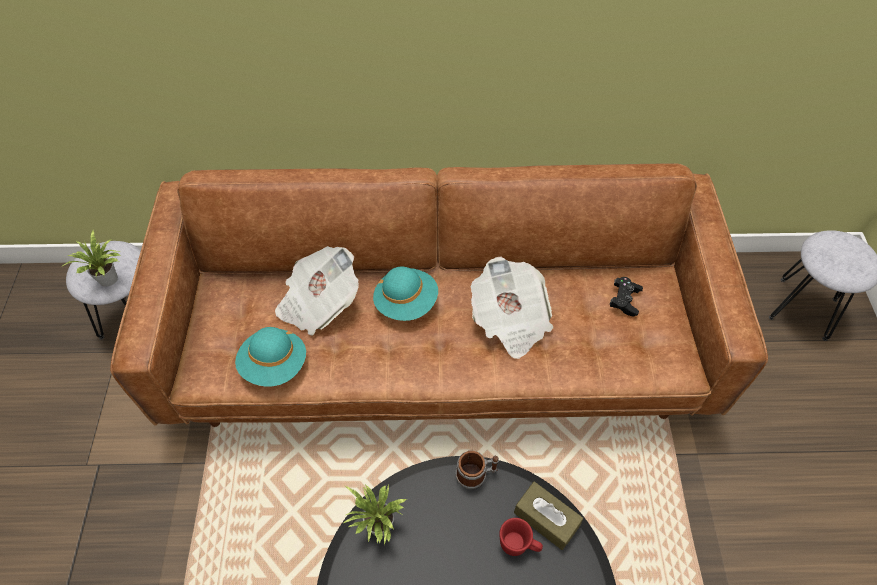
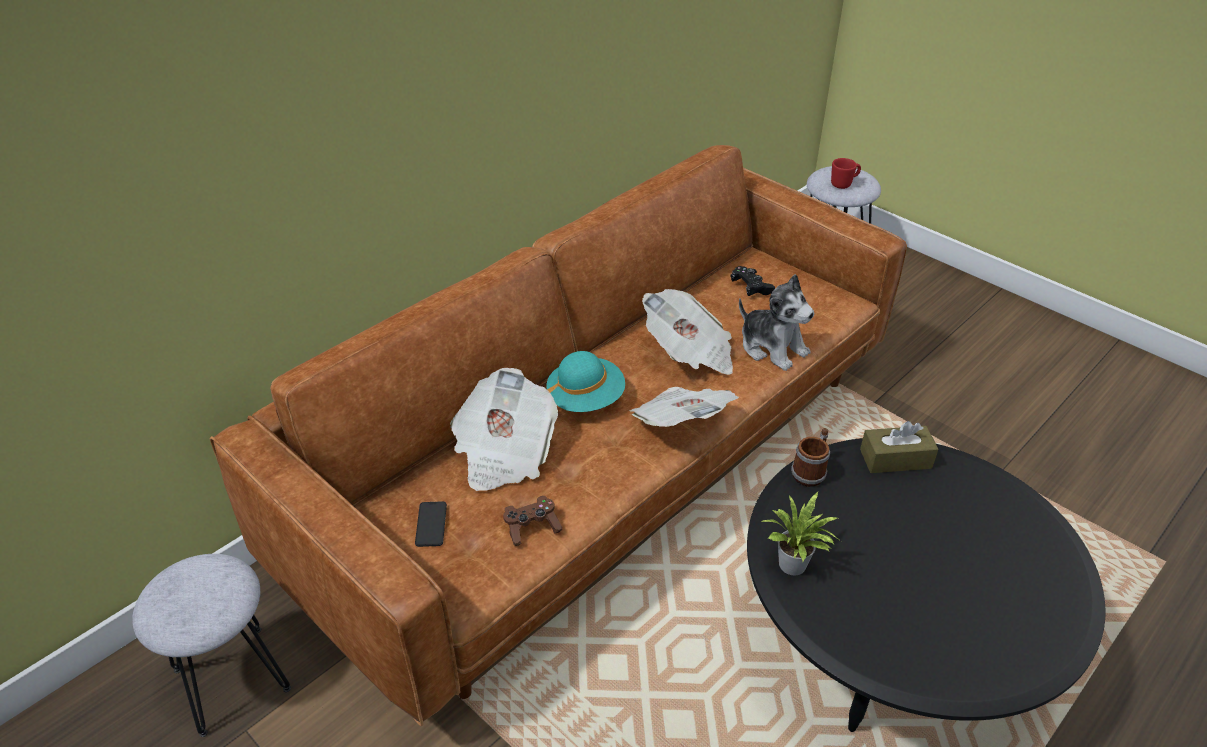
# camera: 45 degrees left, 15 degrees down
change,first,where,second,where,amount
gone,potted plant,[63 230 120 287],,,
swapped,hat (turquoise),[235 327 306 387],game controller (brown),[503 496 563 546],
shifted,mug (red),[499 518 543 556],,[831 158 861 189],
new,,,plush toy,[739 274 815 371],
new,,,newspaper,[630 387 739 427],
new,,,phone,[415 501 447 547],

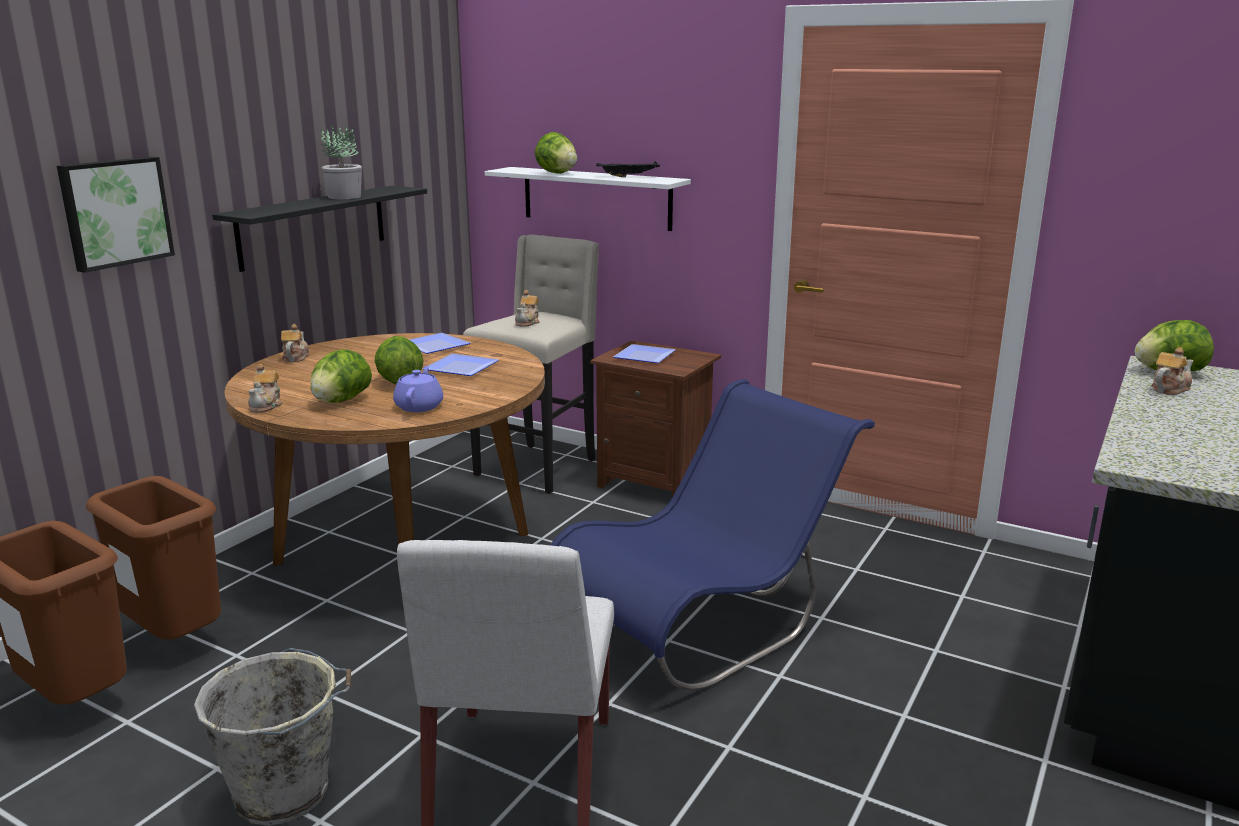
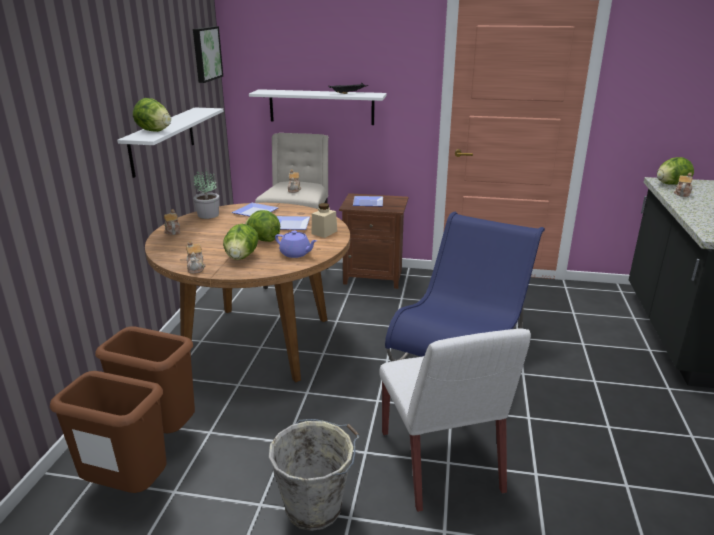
# camera: 20 degrees left, 5 degrees up
change,first,where,second,where,amount
shifted,potted plant,[321 123 362 199],,[193 168 219 219],
shifted,lettuce,[535 132 577 174],,[133 98 171 132],
shifted,picture,[57 157 175 273],,[193 26 223 83],
repainted,shelf (black),[212 186 427 272],shelf (white),[117 108 224 178],
rotated,teapot (purple),[393 366 443 412],,[275 230 317 258],135 degrees clockwise
new,,,jar (beige),[312 203 337 238],

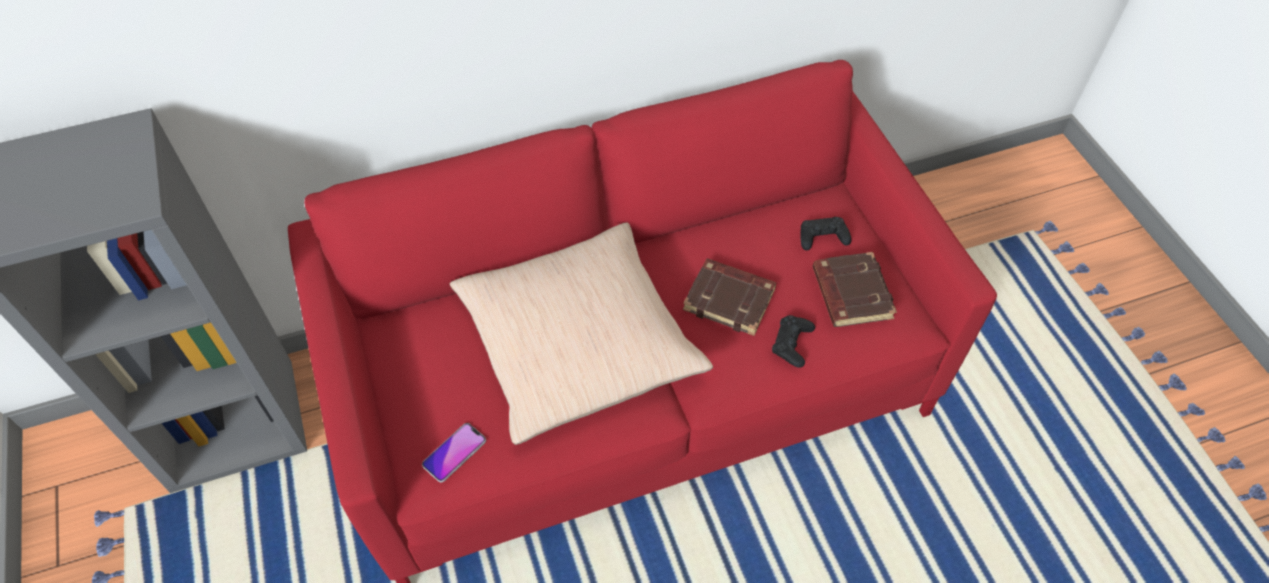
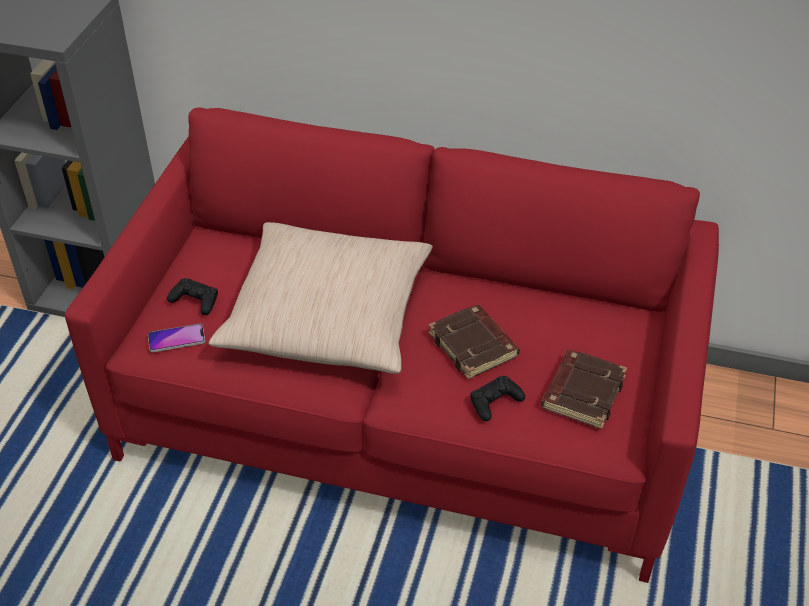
# camera: 35 degrees right, 10 degrees down
change,first,where,second,where,amount
shifted,game controller (black),[800 217 851 250],,[167 278 218 315],

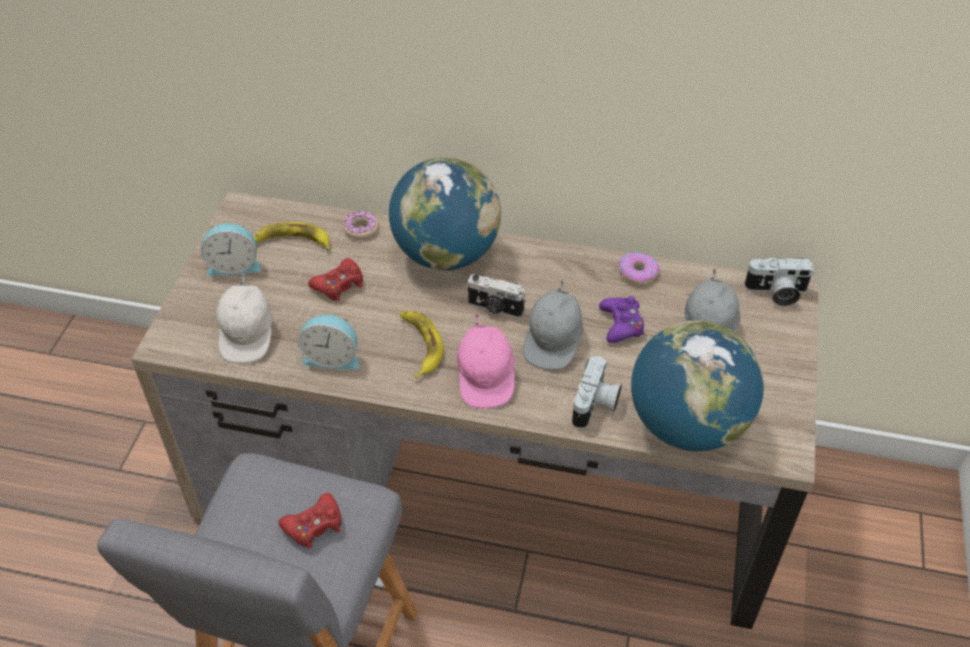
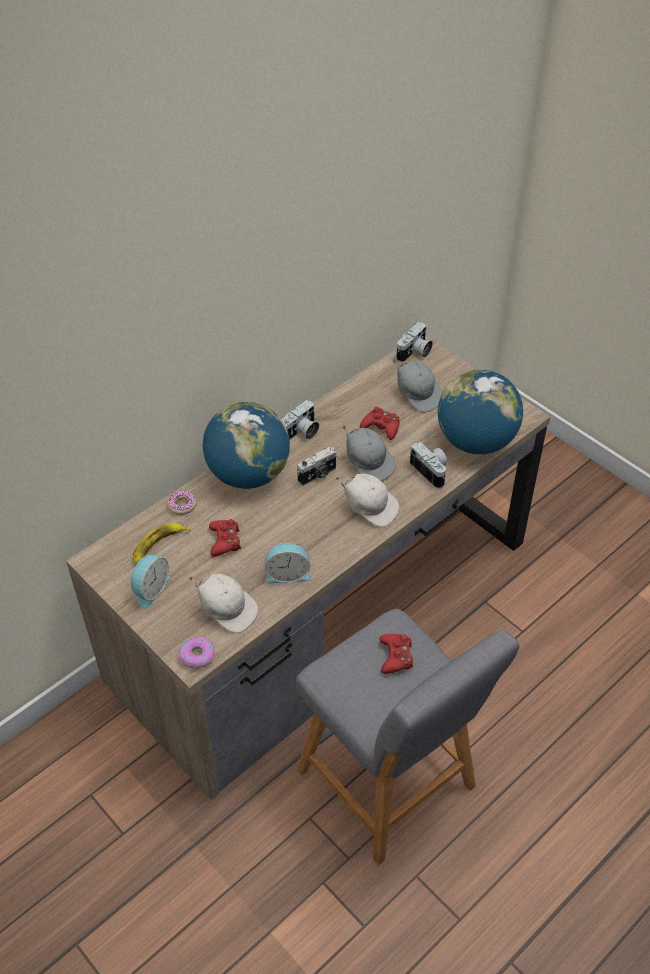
# camera: 55 degrees left, 0 degrees up
change,first,where,second,where,amount
shifted,donut,[618 252 660 285],,[178 637 215 669],
repainted,game controller (purple),[599 296 644 343],game controller (red),[360 407 400 440],
gone,banana,[400 311 444 378],,,
repainted,cap (pink),[457 313 515 409],cap (white),[335 474 400 527],
rotated,alarm clock,[298 315 360 370],,[265 542 311 584],45 degrees clockwise
new,,,photo camera,[281 400 319 440],

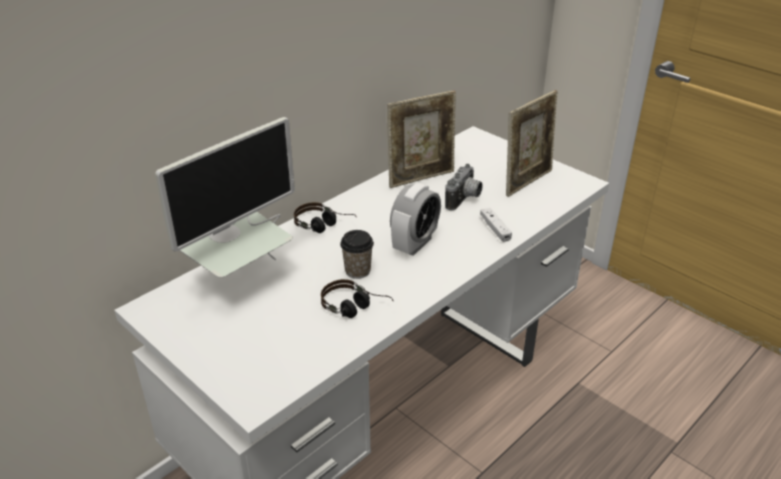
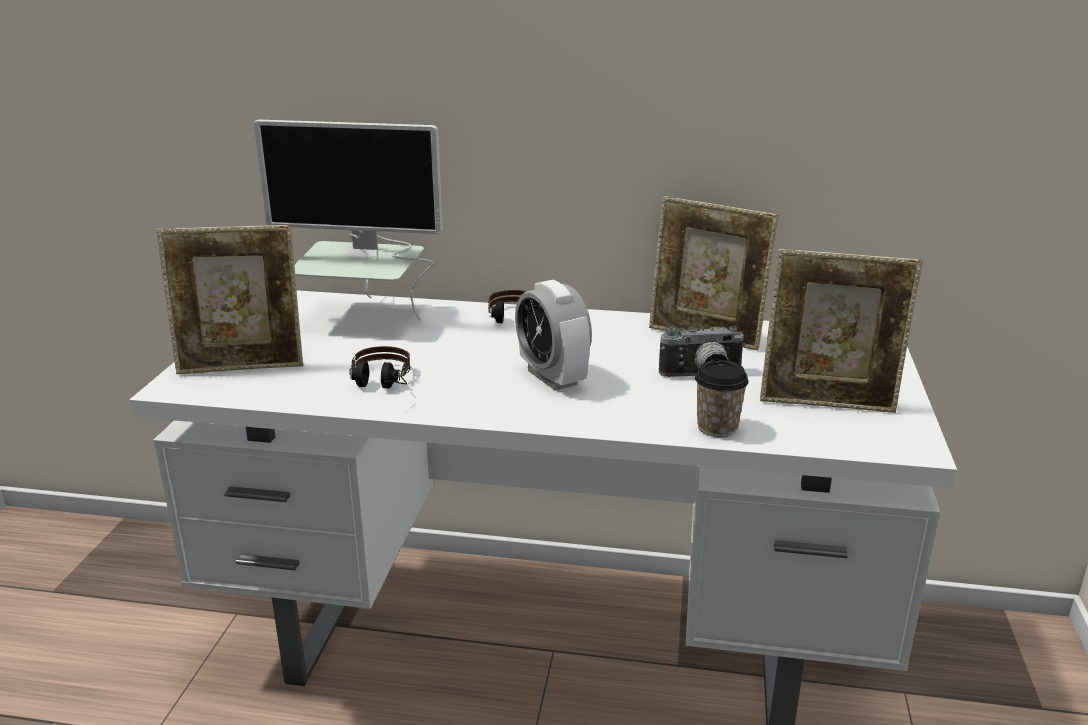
# camera: 55 degrees right, 10 degrees down
change,first,where,second,where,amount
rotated,alarm clock,[390 183 441 256],,[515 280 592 391],60 degrees clockwise
gone,game controller (white),[480 208 512 242],,,
shifted,cup,[340 230 374 279],,[695 360 749 437],
new,,,picture frame,[157 225 303 374],

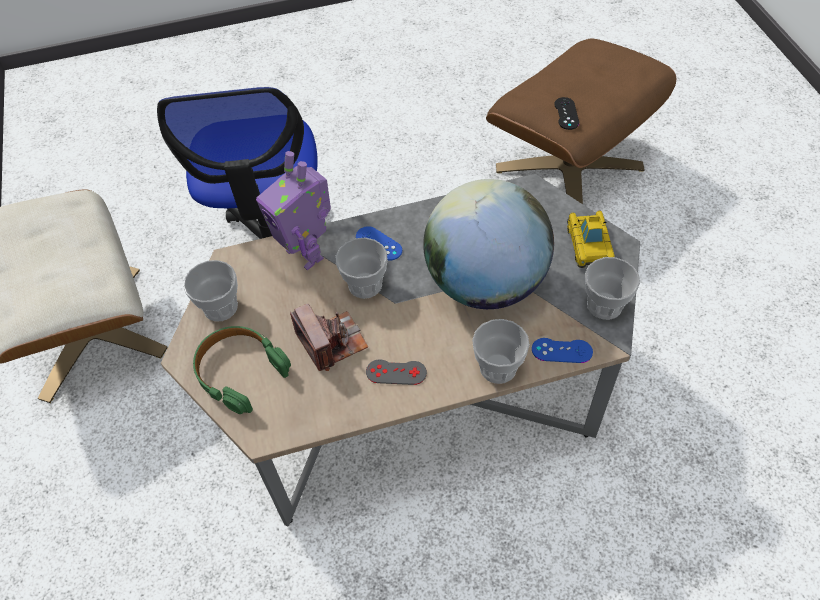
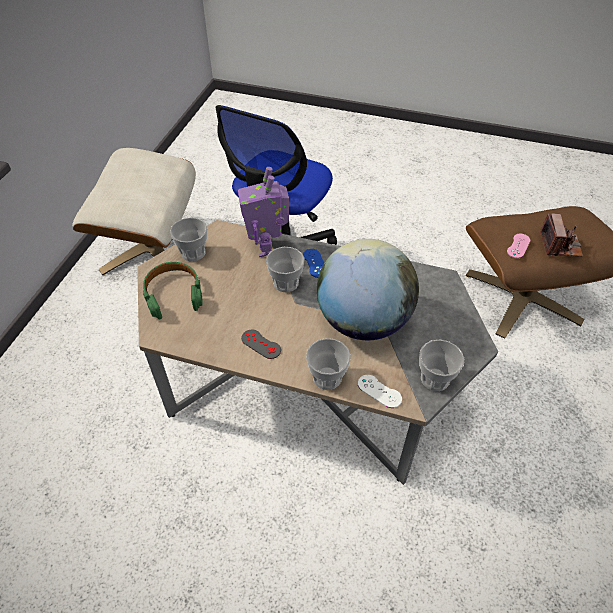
# camera: 30 degrees right, 5 degrees down
change,first,where,second,where,amount
repainted,game controller (black),[554 97 579 130],game controller (pink),[507 234 530 258],
gone,toy car,[567 211 614 268],,,
shifted,photo camera,[290 303 368 371],,[540 213 583 257],
repainted,game controller (blue),[532 338 593 363],game controller (white),[358 375 402 408],

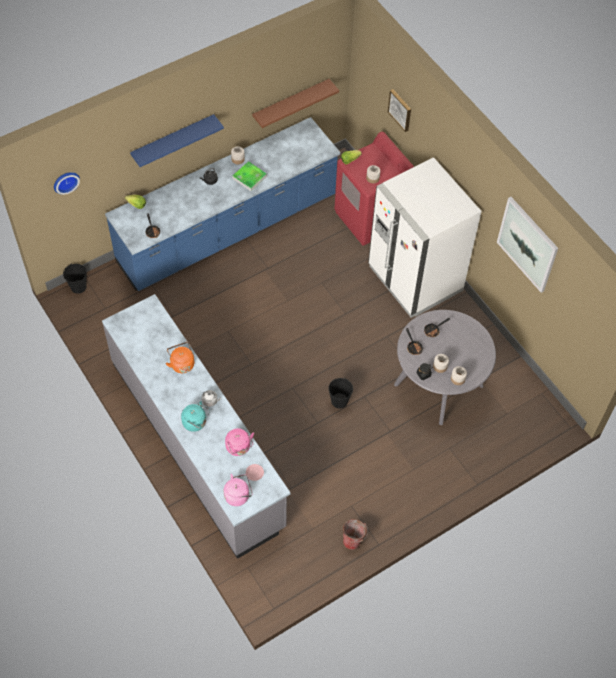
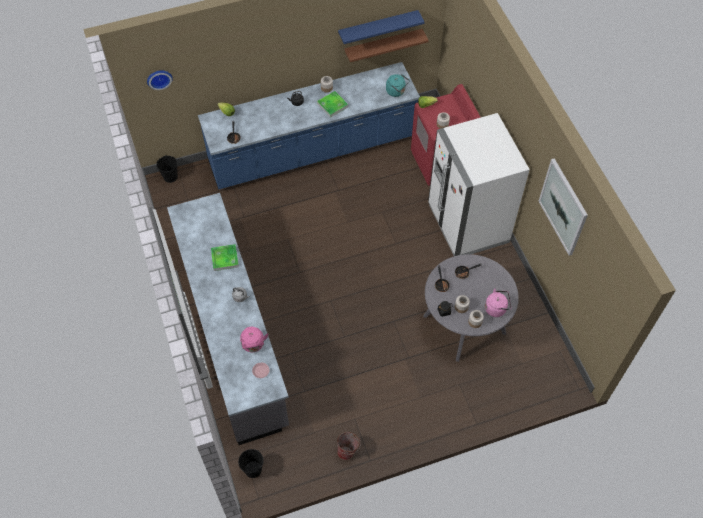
# camera: 15 degrees right, 0 degrees up
change,first,where,second,where,amount
gone,picture,[388 89 411 132],,,
shifted,shelf (blue),[130 114 224 167],,[338 10 425 44],
swapped,kettle (orange),[166 342 194 373],tray,[211 244 239 271],
shifted,bucket (black),[328 378 353 409],,[238 449 264 478],
shifted,kettle (turquoise),[181 401 210 432],,[386 74 410 97],
shifted,kettle (pink),[224 474 253 506],,[485 289 511 317],

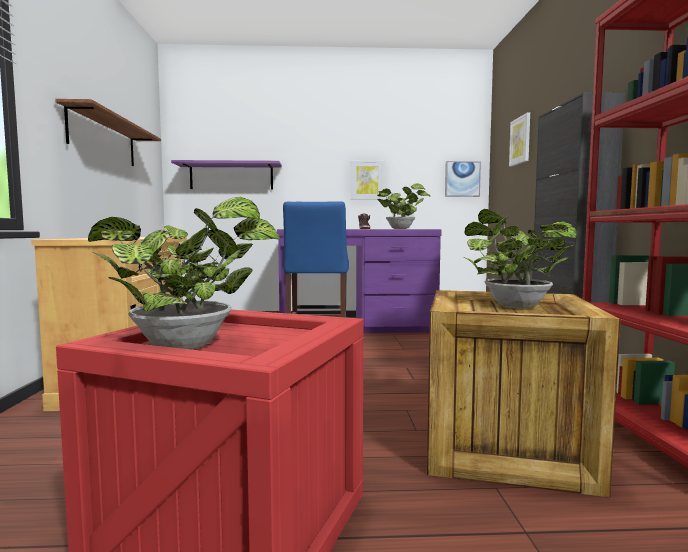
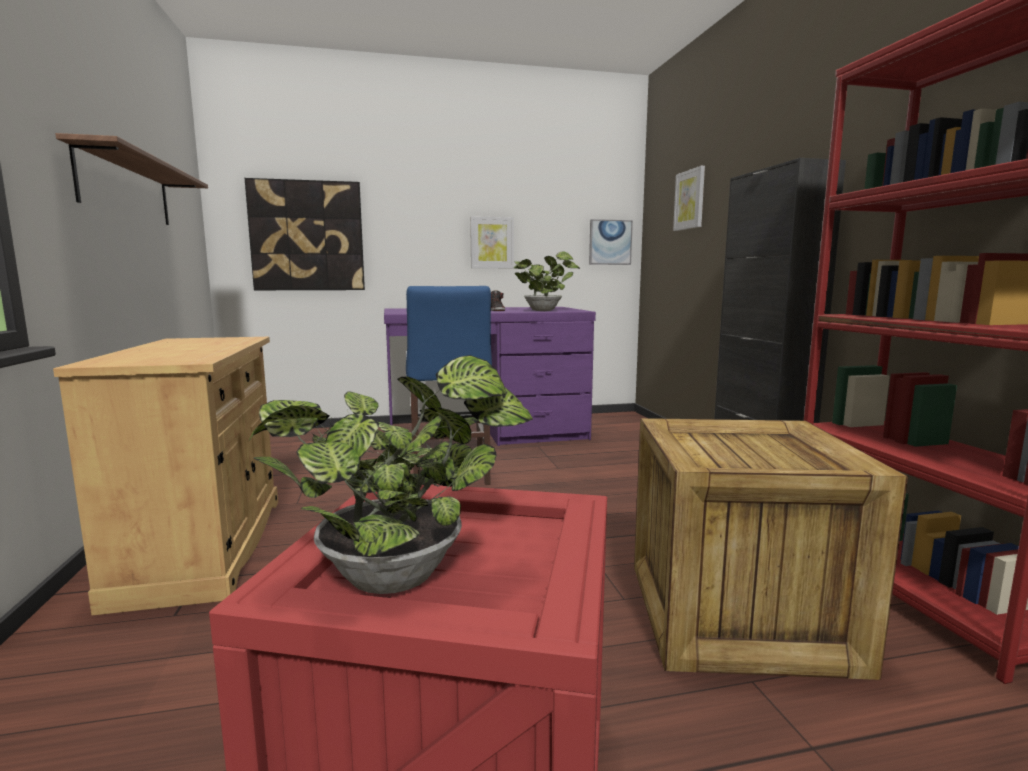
# camera: 10 degrees left, 5 degrees up
change,first,where,second,where,amount
swapped,shelf (purple),[171 160 282 189],picture,[245 178 365 290],
gone,potted plant,[463 209 577 309],,,

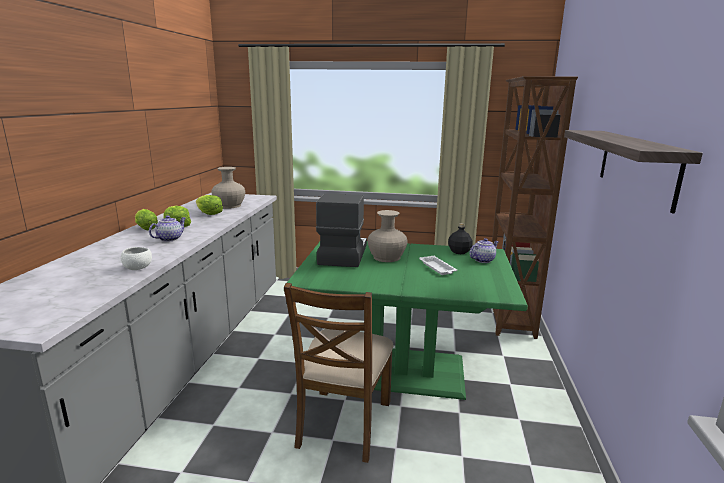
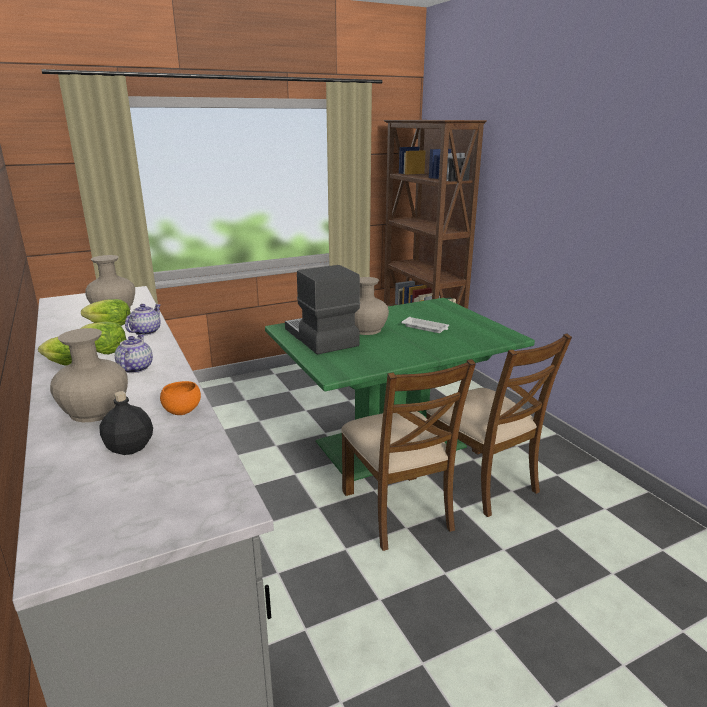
# camera: 35 degrees left, 5 degrees up
change,first,where,second,where,amount
gone,shelf,[564 130 703 213],,,
shifted,bottle (black),[448 223 473 254],,[99 391 153 455],
shifted,teapot,[469 238 499 263],,[125 304 161 336],
repainted,bowl (white),[121 247 152 270],bowl (orange),[160 381 201 415],
new,,,vase (beige),[50 328 128 422],
new,,,chair (brown),[426 334 572 517],

